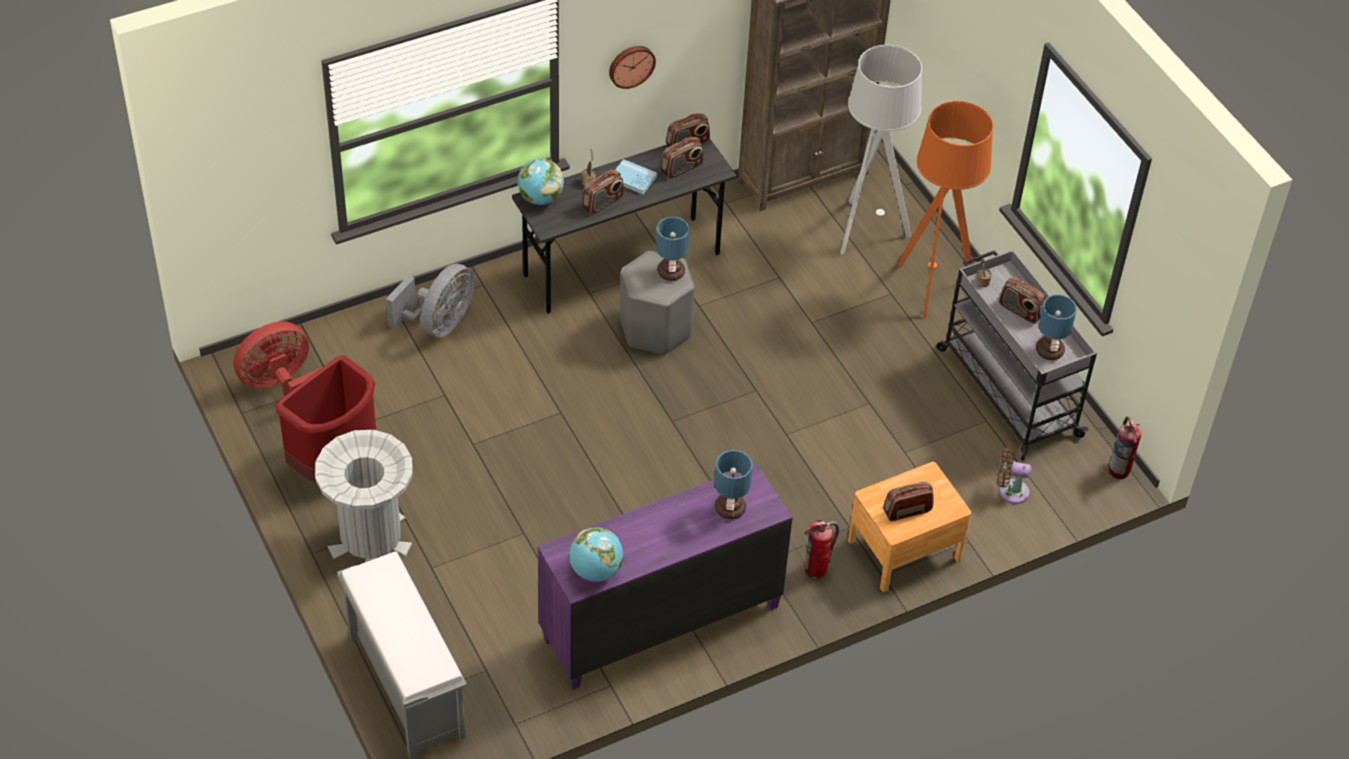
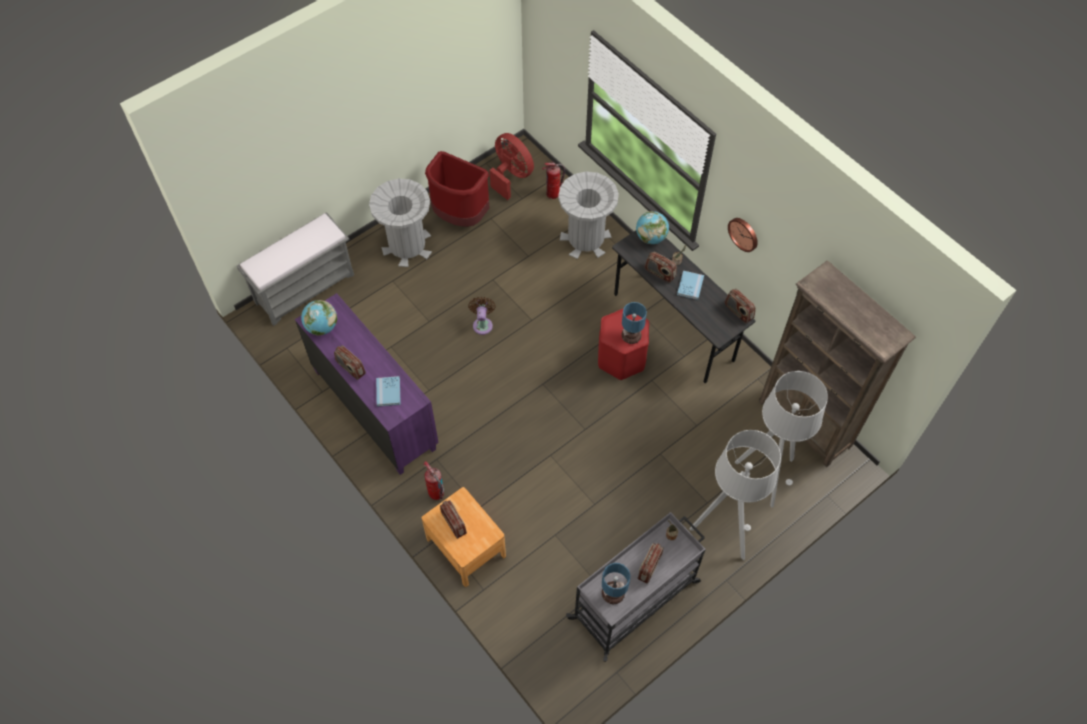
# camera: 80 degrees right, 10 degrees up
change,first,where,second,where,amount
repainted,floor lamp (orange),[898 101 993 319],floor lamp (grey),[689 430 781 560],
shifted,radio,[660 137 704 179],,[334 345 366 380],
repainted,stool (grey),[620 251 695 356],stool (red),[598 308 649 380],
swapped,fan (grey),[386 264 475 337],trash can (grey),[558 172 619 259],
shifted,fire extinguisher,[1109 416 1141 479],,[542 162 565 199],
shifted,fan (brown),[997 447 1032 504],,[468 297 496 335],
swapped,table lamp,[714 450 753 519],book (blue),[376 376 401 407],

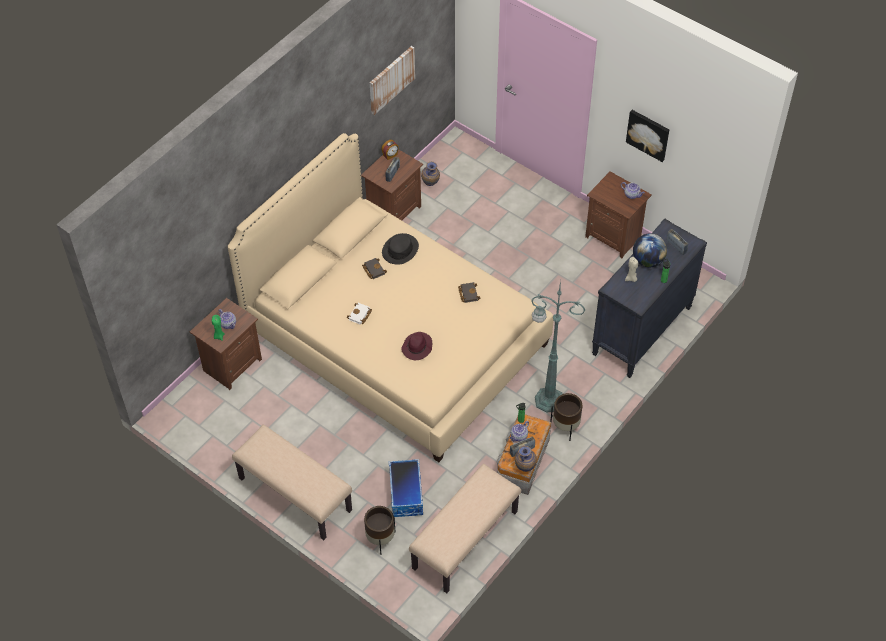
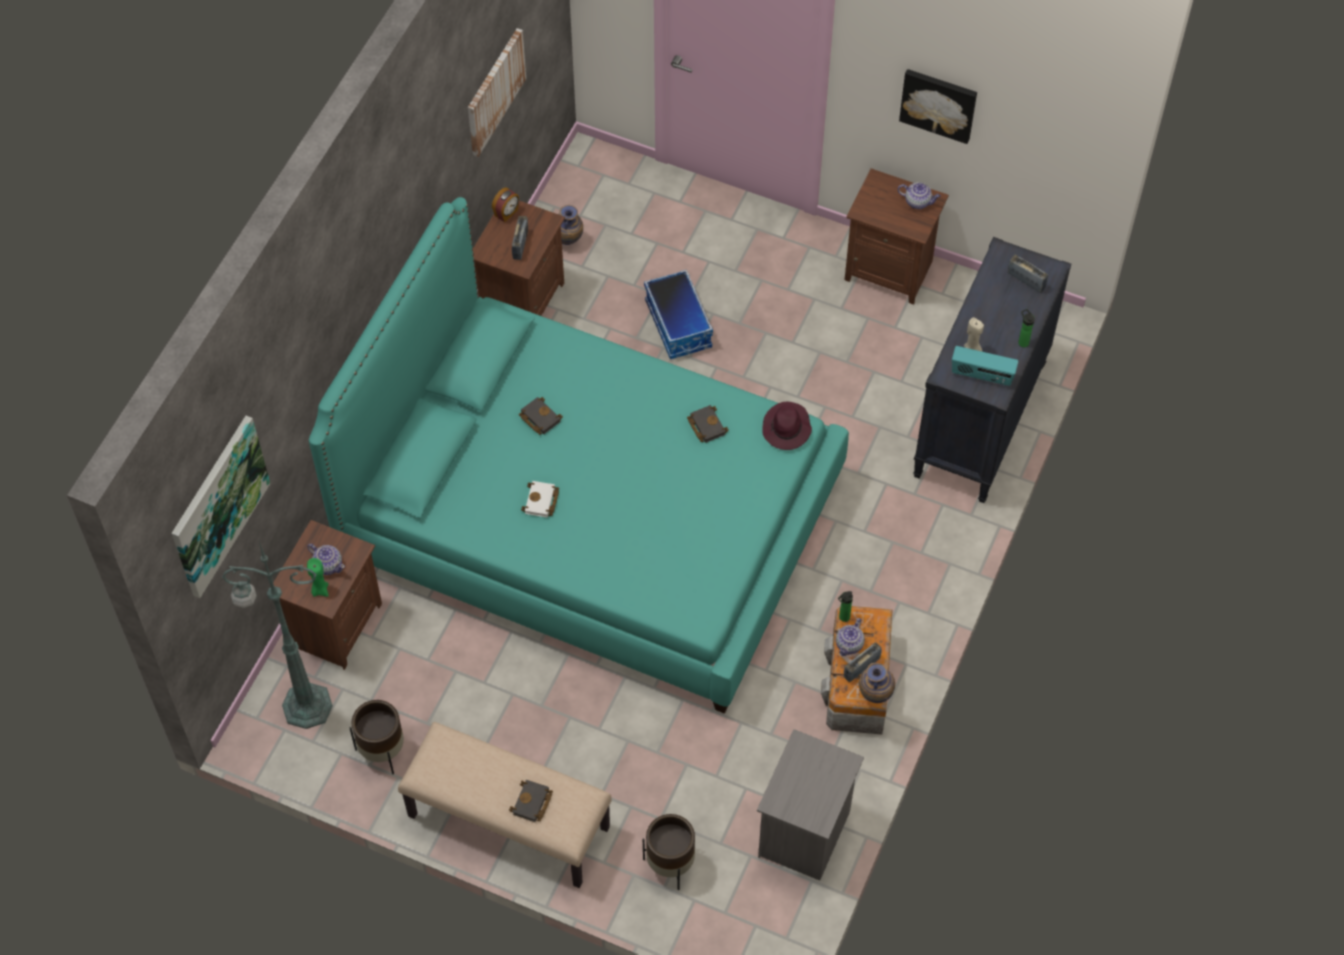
# camera: 15 degrees left, 5 degrees up
change,first,where,second,where,amount
repainted,bed (beige),[228 133 553 462],bed (turquoise),[309 197 849 714],
gone,hat (black),[382 233 419 265],,,
gone,globe,[633 233 667 267],,,
shifted,floor lamp (green),[531 280 585 413],,[222 541 332 729],
shifted,hat (purple),[401 332 432 360],,[762 402 812 450],
shifted,planter (brown),[550 393 583 441],,[350 700 404 774],
shifted,storage box,[389 459 423 517],,[644 269 713 359],
swapped,bench (beige),[409 464 521 593],nightstand (grey),[757 729 864 881],
new,,,radio,[952 346 1019 386],
new,,,picture,[171 416 270 598],
new,,,book (black),[509 780 553 822],

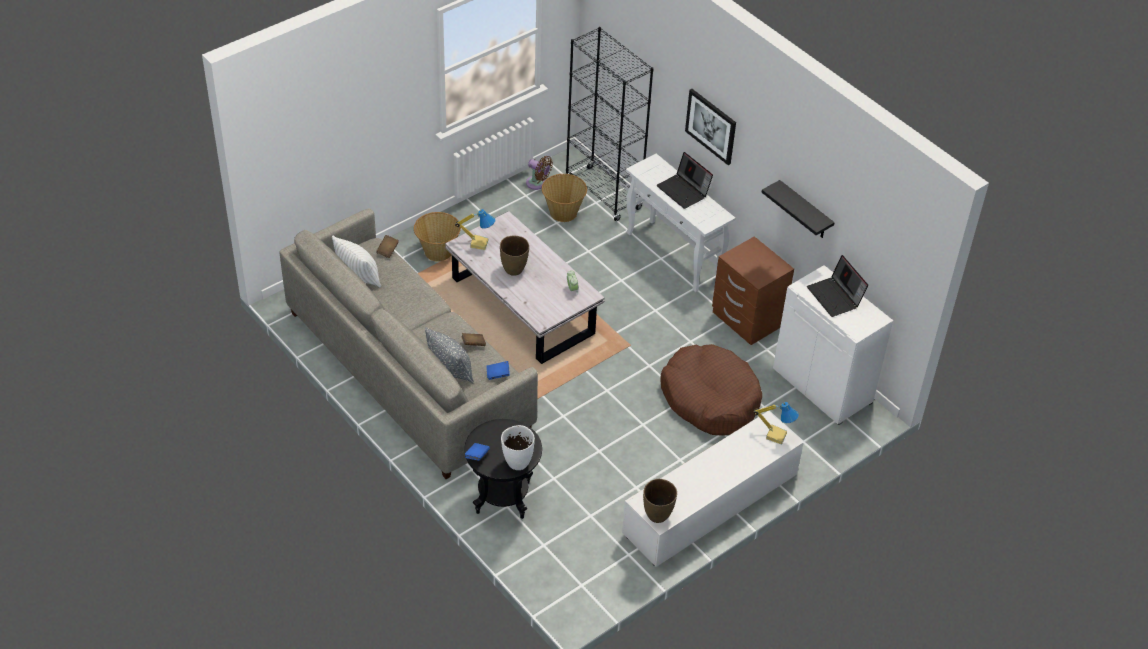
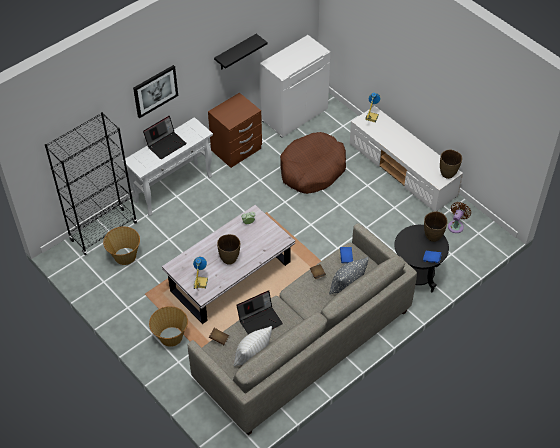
# camera: 90 degrees left, 5 degrees up
change,first,where,second,where,amount
shifted,fan (brown),[526 156 553 190],,[448 202 471 233],
shifted,laptop,[807 255 868 317],,[236 290 283 334],
repainted,vase (white),[501 425 535 470],vase (brown),[424 211 448 242],

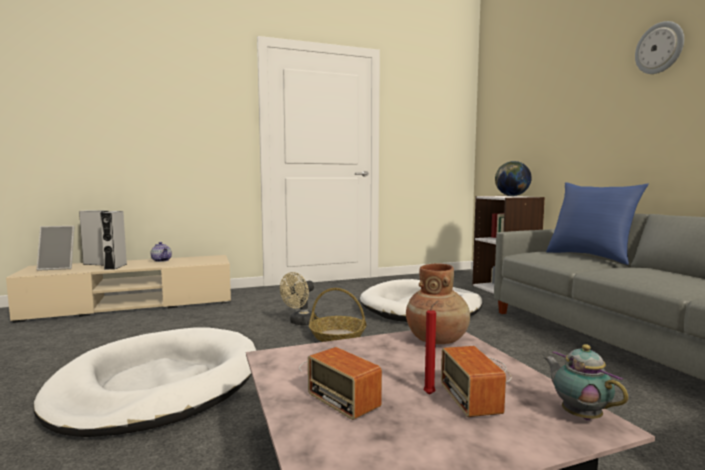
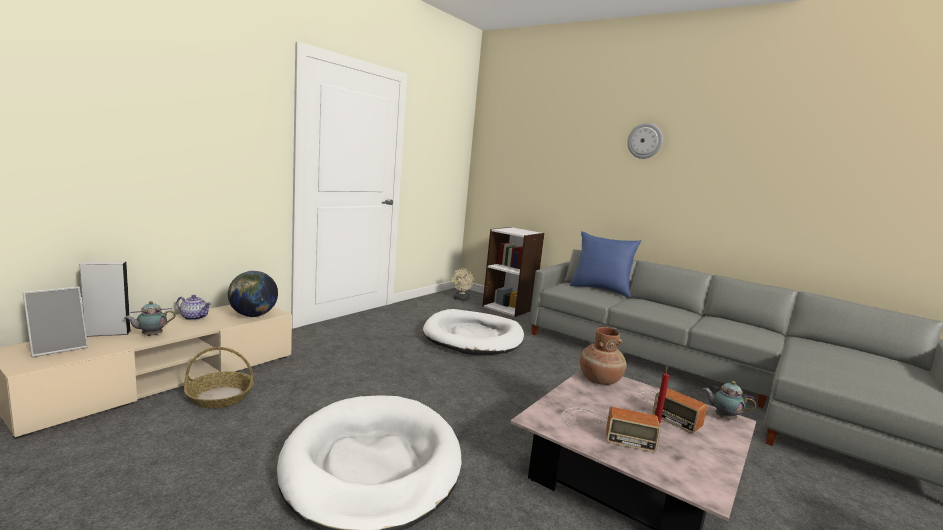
# camera: 35 degrees left, 5 degrees up
change,first,where,second,where,amount
shifted,globe,[495 161 532 196],,[228 271 278 317],
swapped,speaker (grey),[100 211 127 270],teapot,[124 301 176 336],
shifted,fan (beige),[280 272 318 325],,[452 268 474 301],
shifted,basket,[309 288 367 342],,[184 347 254 408],

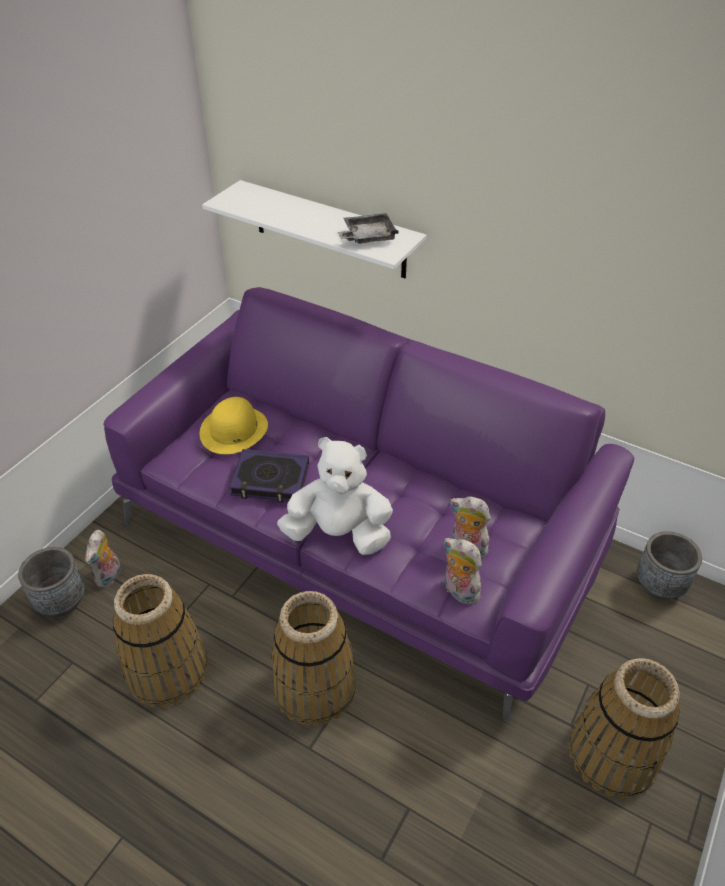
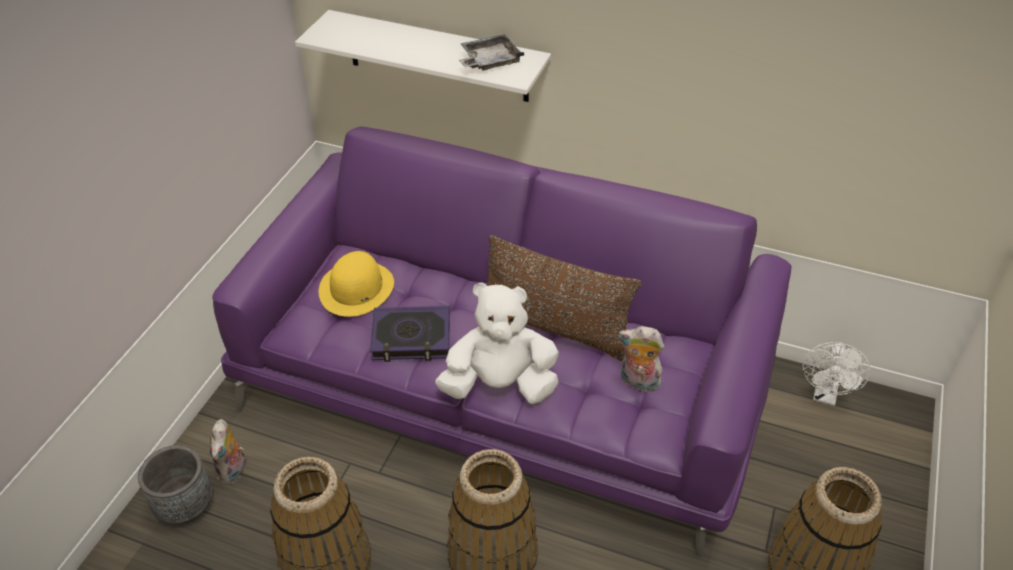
# camera: 10 degrees left, 0 degrees up
change,first,where,second,where,amount
swapped,planter (grey),[637 531 702 600],fan (white),[803 342 871 406],
gone,plush toy,[444 538 482 604],,,
new,,,pillow (brown),[487 235 642 361],

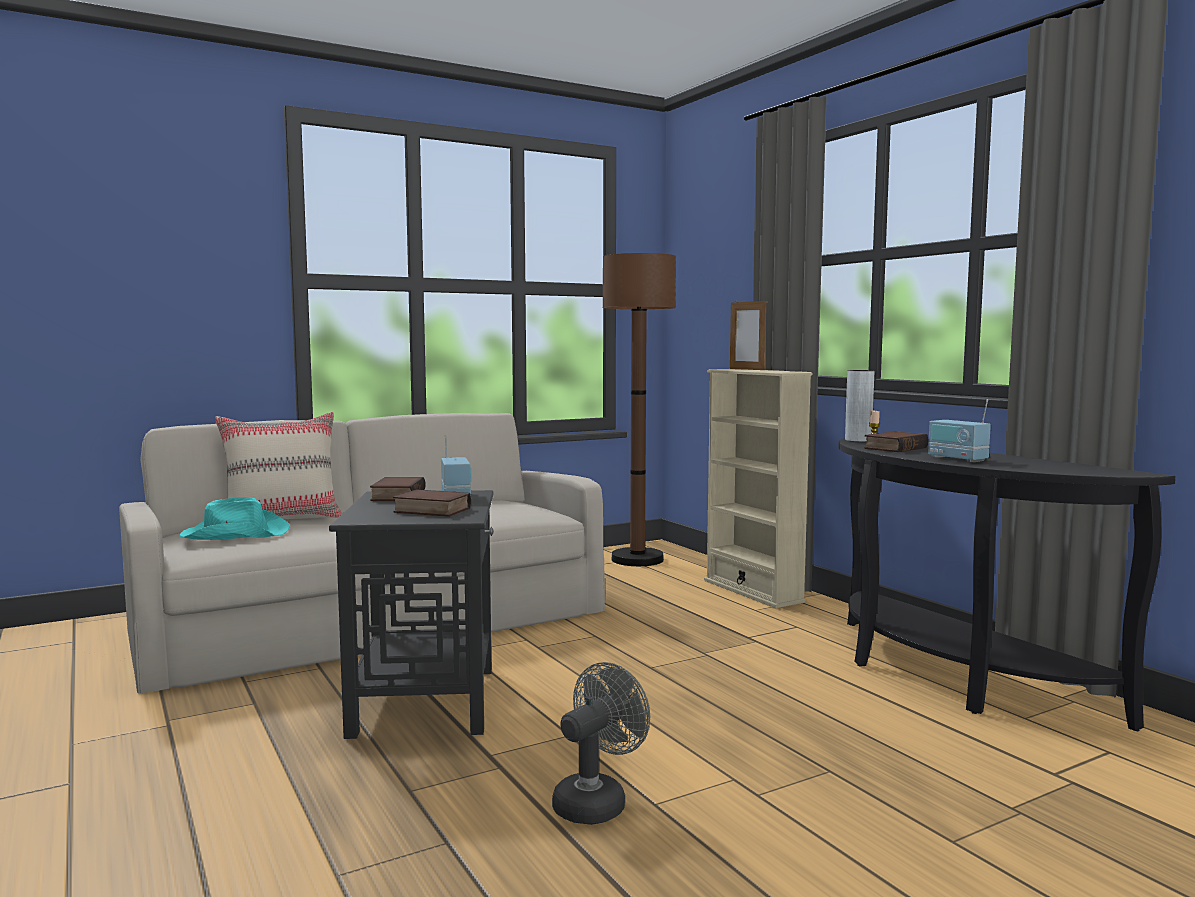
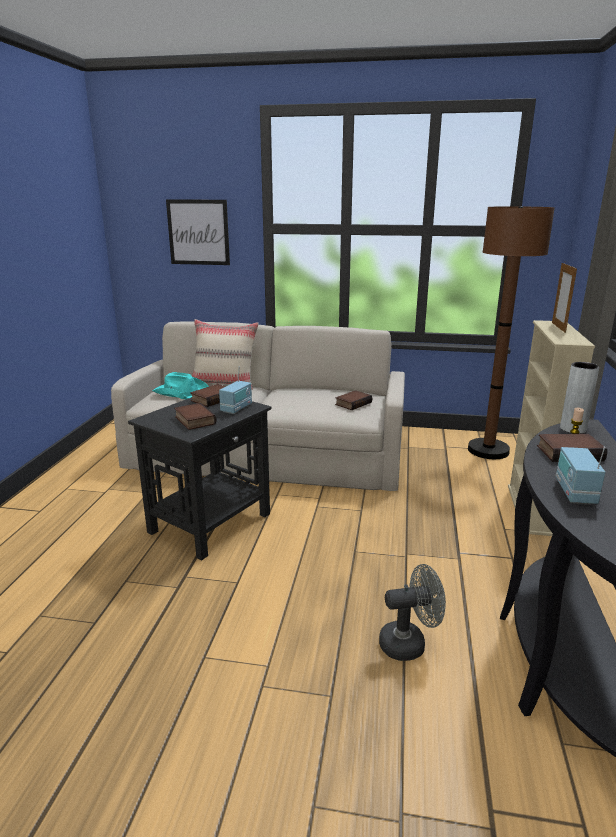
# camera: 40 degrees right, 15 degrees up
change,first,where,second,where,amount
shifted,fan (grey),[552 662 650 825],,[379 564 446 661],
new,,,picture,[166 199 230 265],
new,,,book,[335 390 372 410],

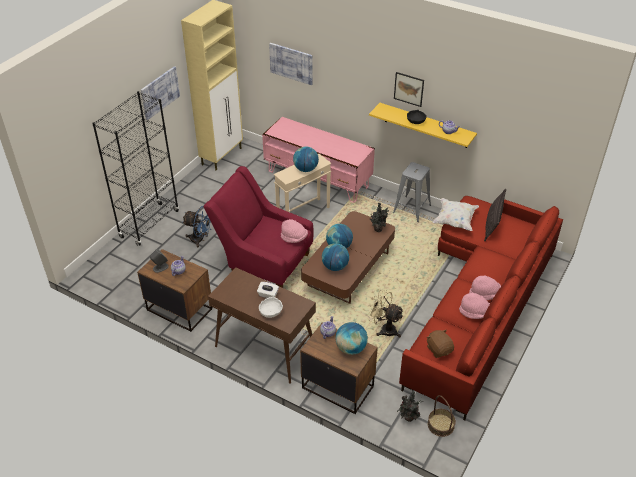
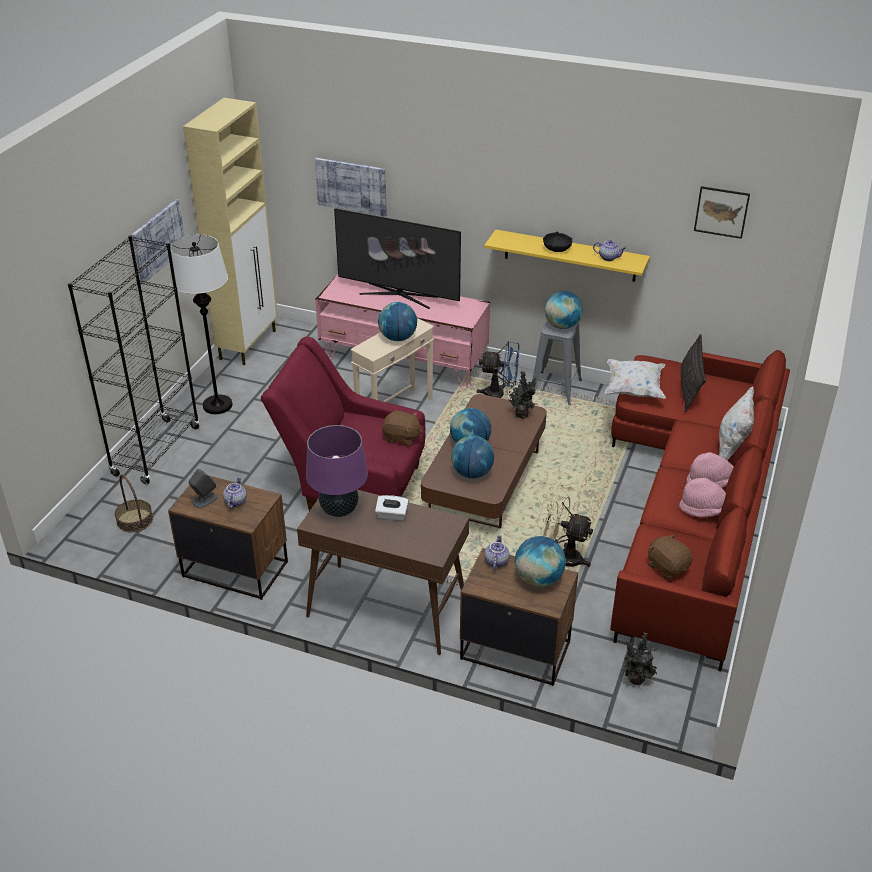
# camera: 10 degrees left, 5 degrees down
change,first,where,second,where,amount
shifted,picture,[394 72 424 107],,[694 186 750 239],
shifted,fan (blue),[183 206 211 247],,[477 341 519 398],
swapped,hat (pink),[281 219 308 243],plush toy (brown),[382 411 423 446],
gone,bowl (white),[259 297 283 318],,,
shifted,basket,[428 395 456 437],,[115 475 153 532],
new,,,television,[334 208 461 309],
new,,,floor lamp (white),[170 234 233 414],
new,,,globe,[545 291 583 329],
new,,,pillow (white),[719 386 754 461],
new,,,table lamp (purple),[306 425 368 517],

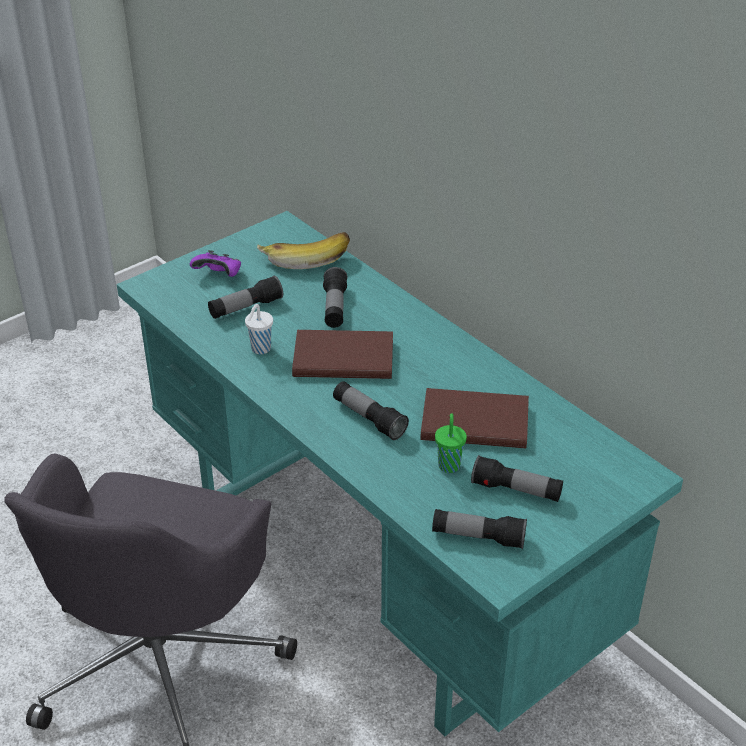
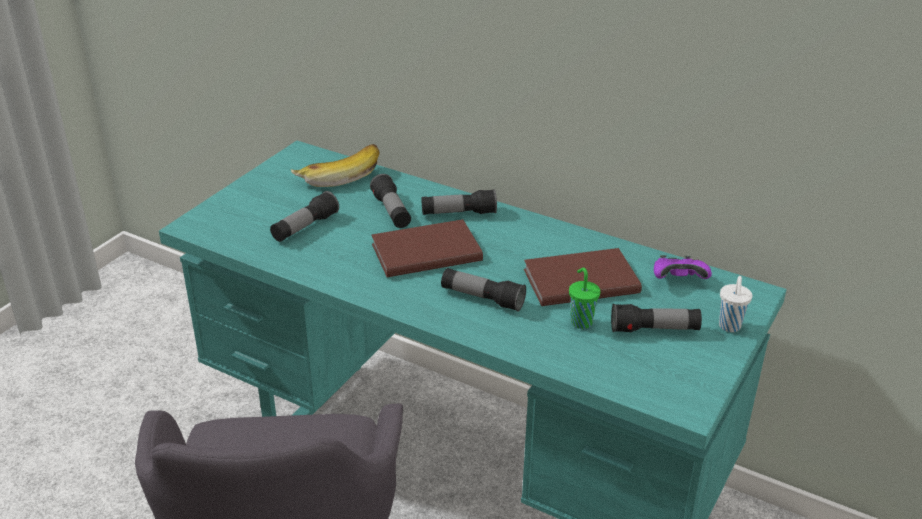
# camera: 20 degrees left, 5 degrees down
change,first,where,second,where,amount
shifted,game controller (purple),[190 250 241 277],,[654 255 712 279],
shifted,cup (white),[245 304 273 354],,[719 276 752 332],
shifted,flashlight,[432 509 527 549],,[422 189 497 215],

